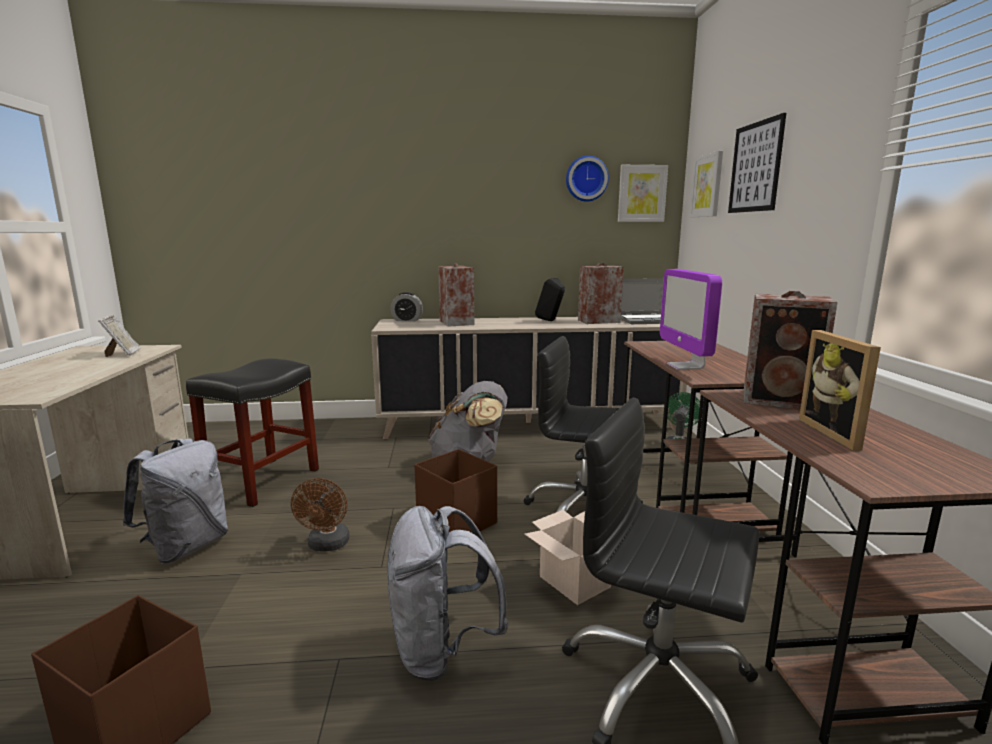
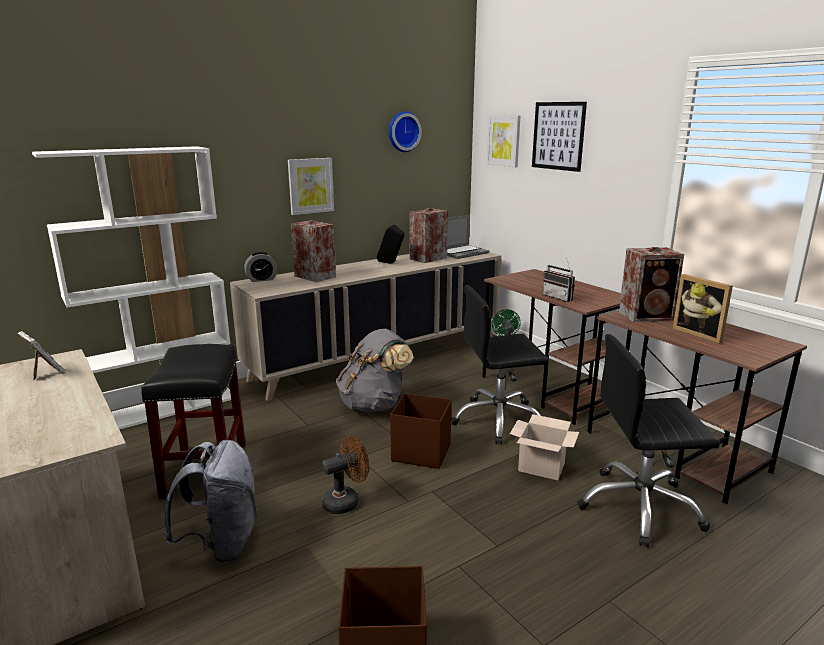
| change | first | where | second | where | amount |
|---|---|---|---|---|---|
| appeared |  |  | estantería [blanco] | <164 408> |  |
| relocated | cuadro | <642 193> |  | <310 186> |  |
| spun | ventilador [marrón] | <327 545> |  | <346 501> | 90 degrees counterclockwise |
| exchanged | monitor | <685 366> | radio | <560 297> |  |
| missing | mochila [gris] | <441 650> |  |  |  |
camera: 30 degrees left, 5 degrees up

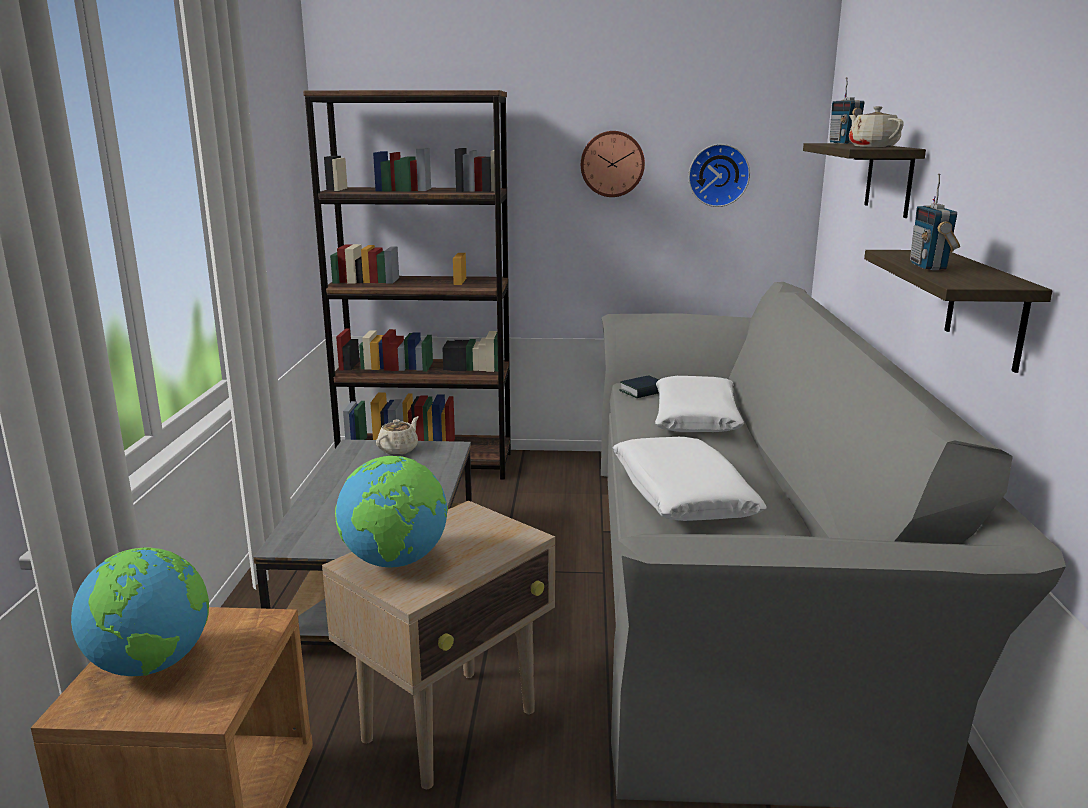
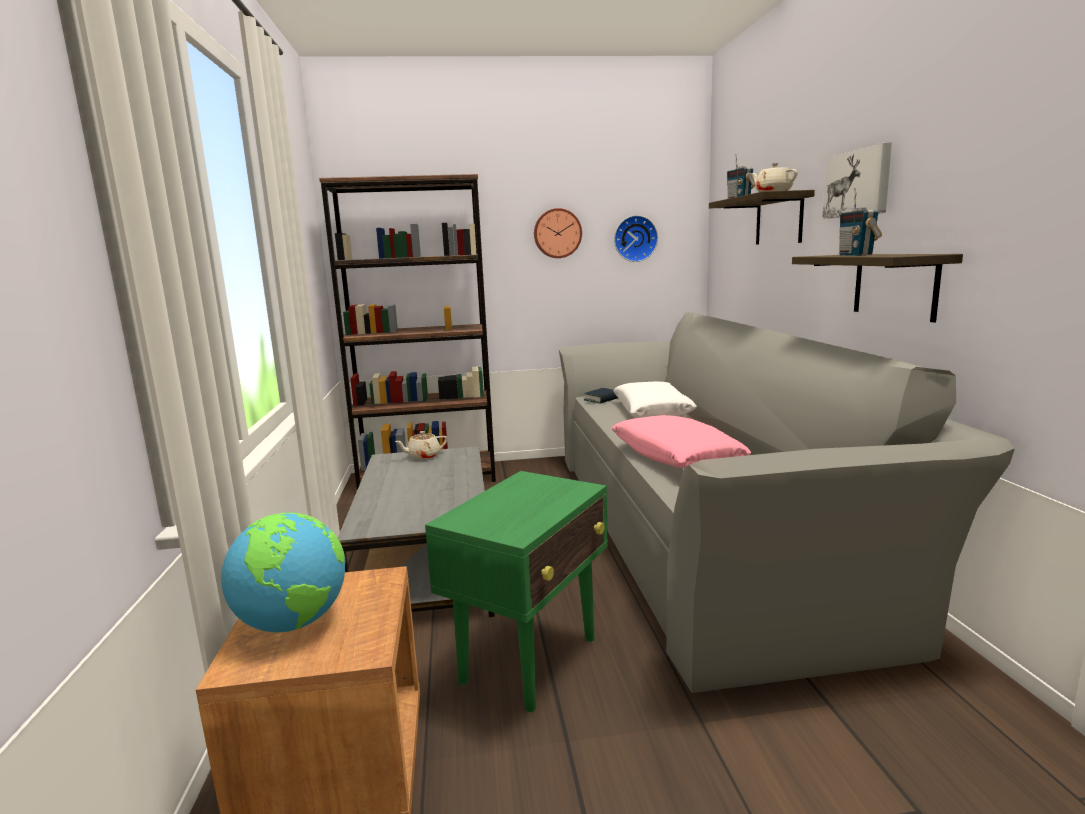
| change | first | where | second | where | amount |
|---|---|---|---|---|---|
| spun | tetera [beis] | <399 449> |  | <423 456> | 135 degrees counterclockwise |
| colour | mesa auxiliar [beis] | <452 725> | mesa auxiliar [verde] | <531 660> |  |
| colour | cojín [blanco] | <681 495> | cojín [rosa] | <675 455> |  |
| appeared |  |  | cuadro | <858 183> |  |
| missing | globo terráqueo | <395 561> |  |  |  |
camera: 10 degrees left, 5 degrees down

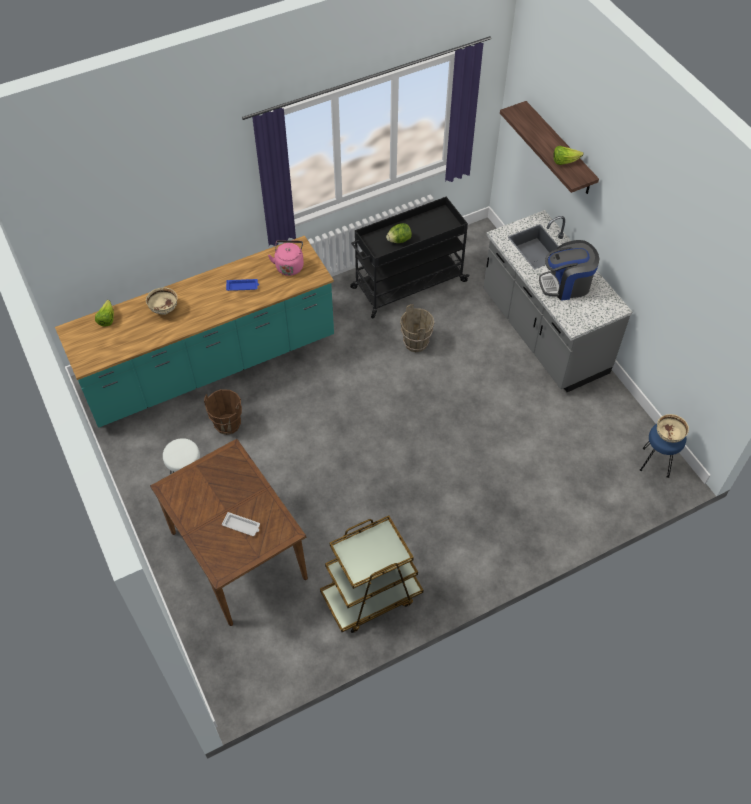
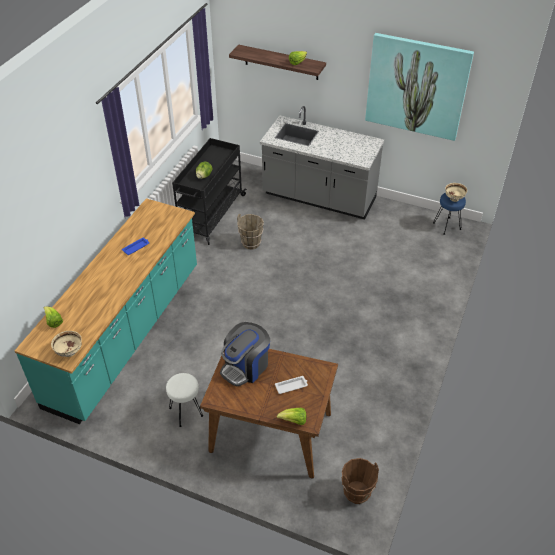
| change | first | where | second | where | amount |
|---|---|---|---|---|---|
| relocated | cuenco [beis] | <164 309> |  | <69 352> |  |
| relocated | cafetera | <566 284> |  | <245 366> |  |
| appeared |  |  | lechuga | <294 421> |  |
| relocated | cubo [marrón] | <228 424> |  | <356 492> |  |
| appeared |  |  | cuadro | <417 86> |  |
| missing | hervidor [rosa] | <289 266> |  |  |  |
| missing | carrito [marrón] | <371 596> |  |  |  |
camera: 40 degrees left, 10 degrees down

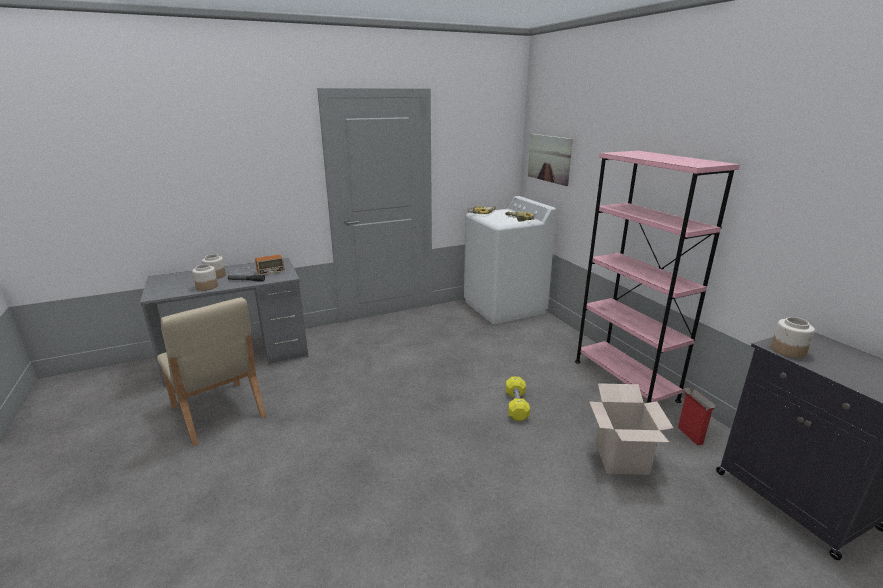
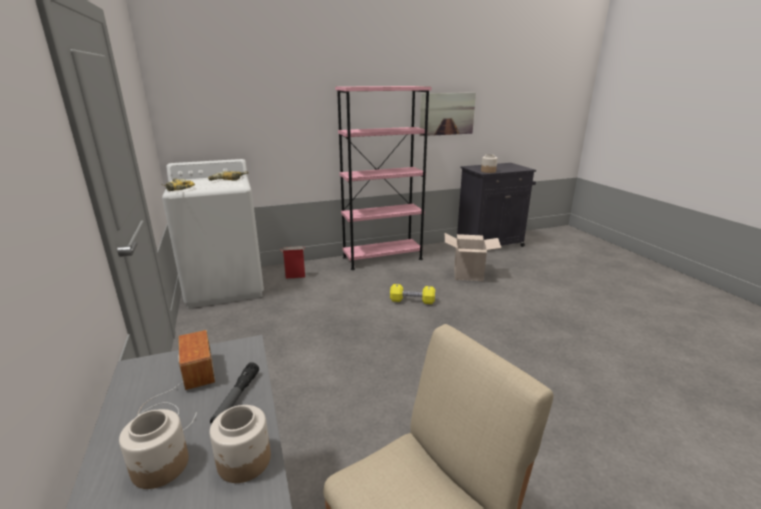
| change | first | where | second | where | amount |
|---|---|---|---|---|---|
| relocated | caja de cartón | <689 435> |  | <295 277> |  |
| relocated | cuadro | <549 158> |  | <447 114> |  |
camera: 85 degrees left, 0 degrees up

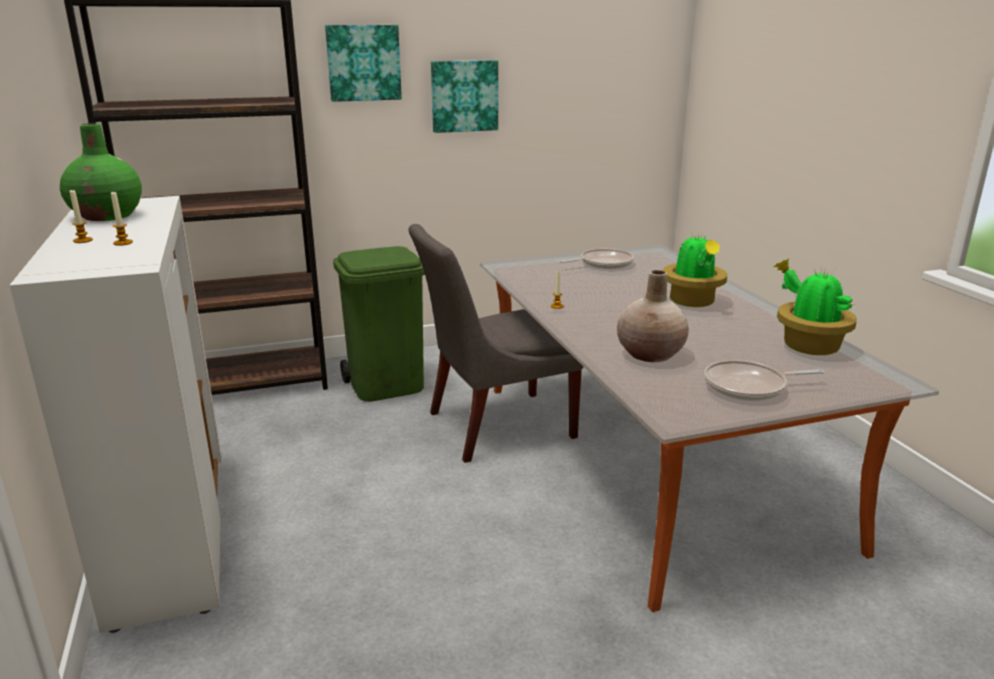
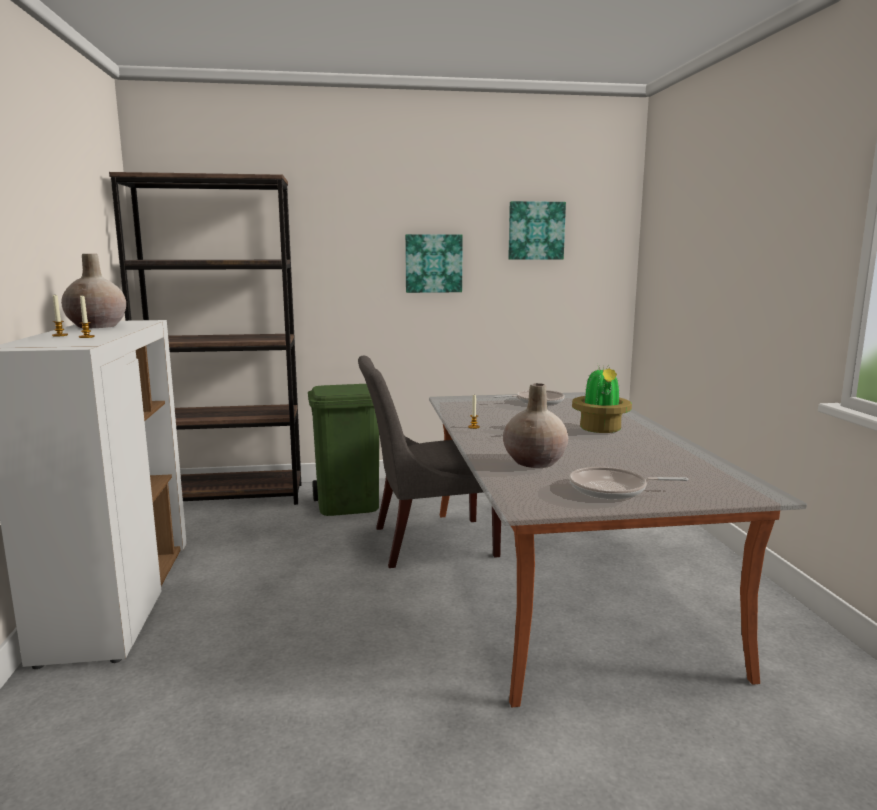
| change | first | where | second | where | amount |
|---|---|---|---|---|---|
| colour | florero [verde] | <108 216> | florero [beis] | <97 326> |  |
| relocated | cuadro | <363 63> |  | <536 231> |  |
| missing | planta en maceta | <808 346> |  |  |  |
camera: 10 degrees right, 10 degrees down

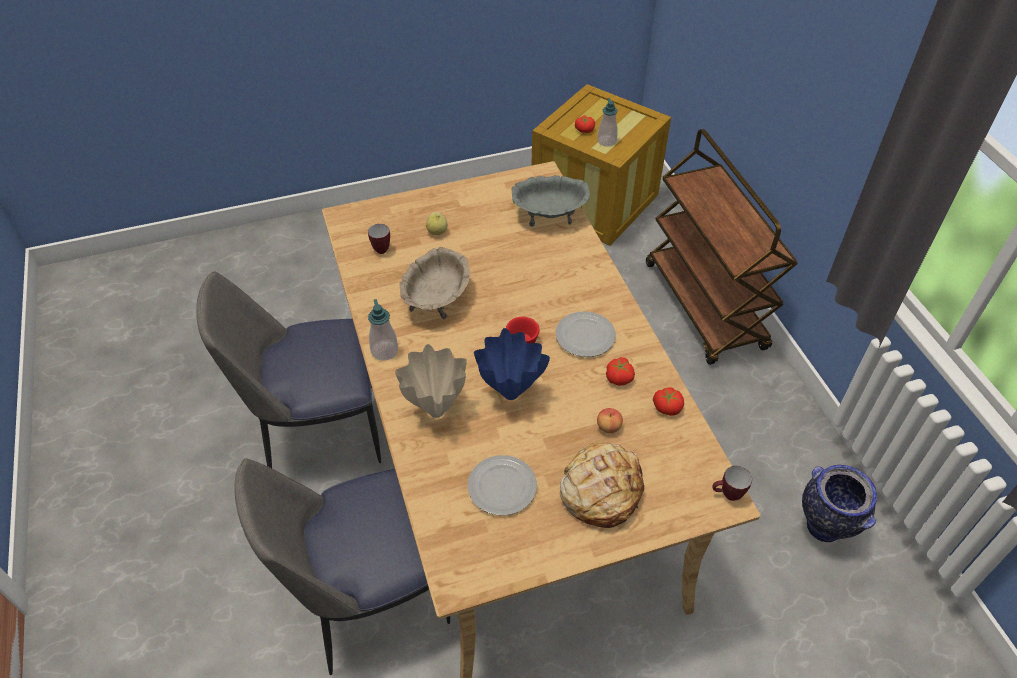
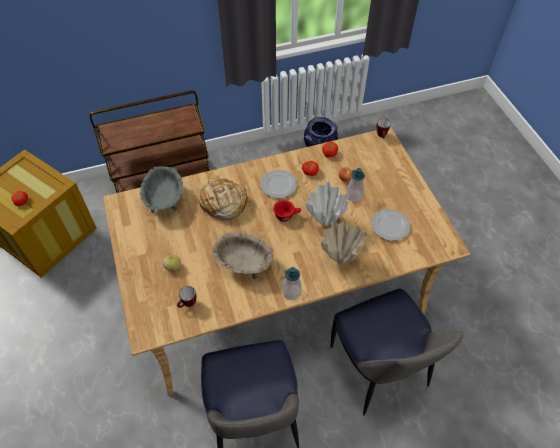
| change | first | where | second | where | amount |
|---|---|---|---|---|---|
| relocated | pan | <600 491> |  | <223 204> |  |
| colour | florero [azul] | <509 394> | florero [blanco] | <324 223> |  |
| relocated | dispensador de jabón | <606 141> |  | <354 196> |  |
camera: 90 degrees left, 5 degrees up

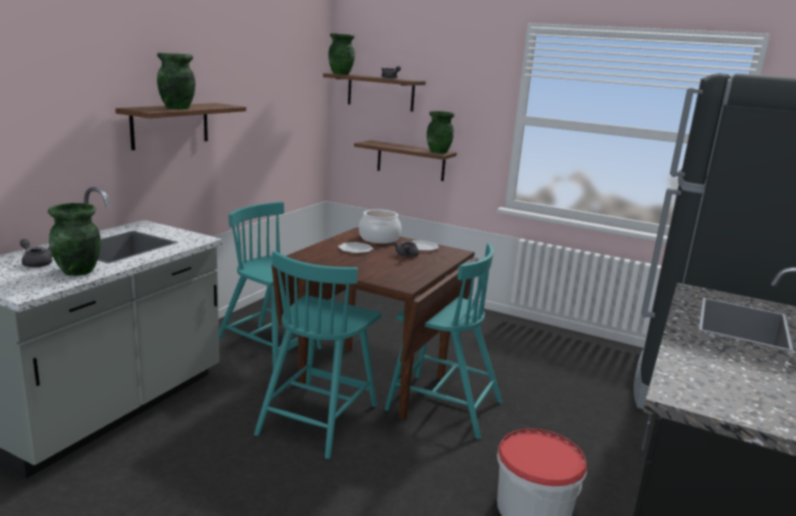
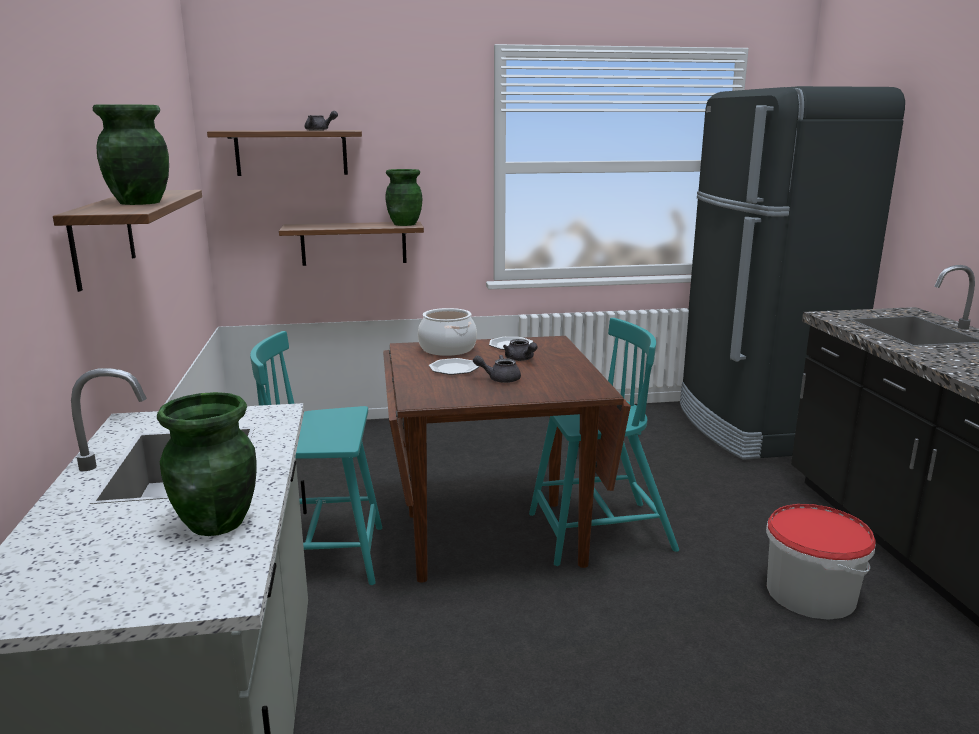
| change | first | where | second | where | amount |
|---|---|---|---|---|---|
| relocated | tetera [gris] | <36 263> |  | <499 379> |  |
| missing | silla [turquesa] | <318 418> |  |  |  |
| missing | florero [verde] | <341 74> |  |  |  |
camera: 35 degrees left, 0 degrees up

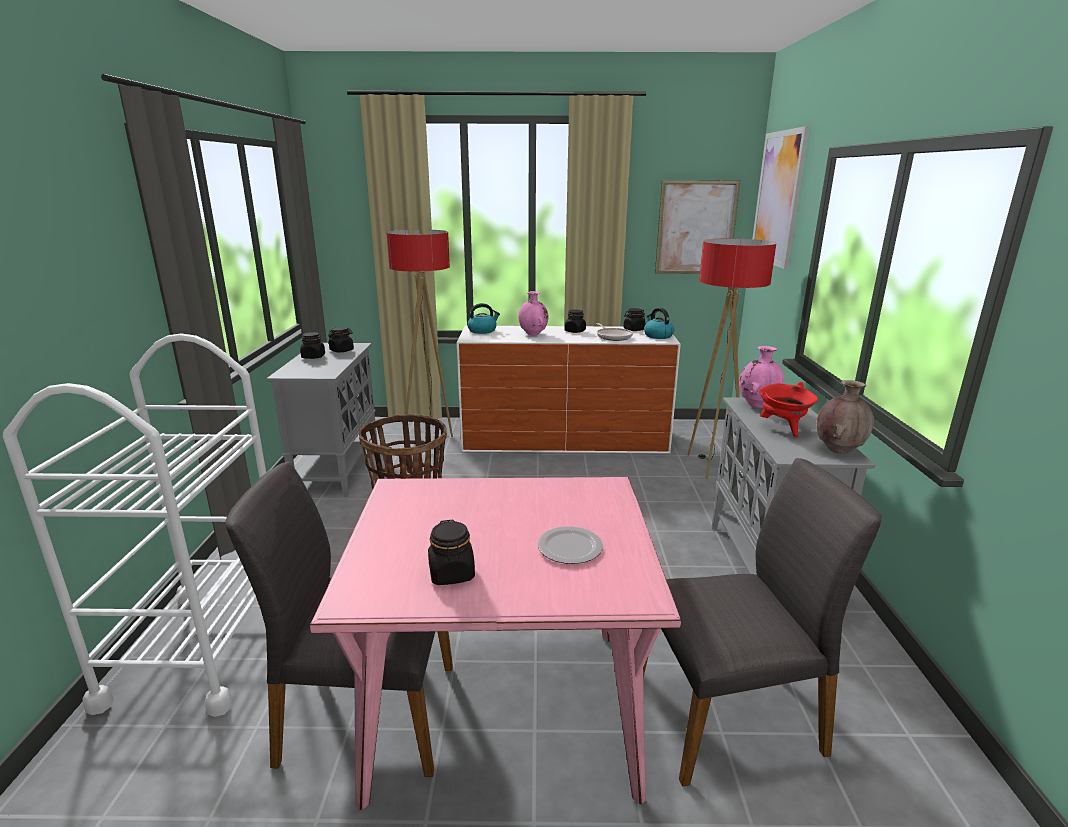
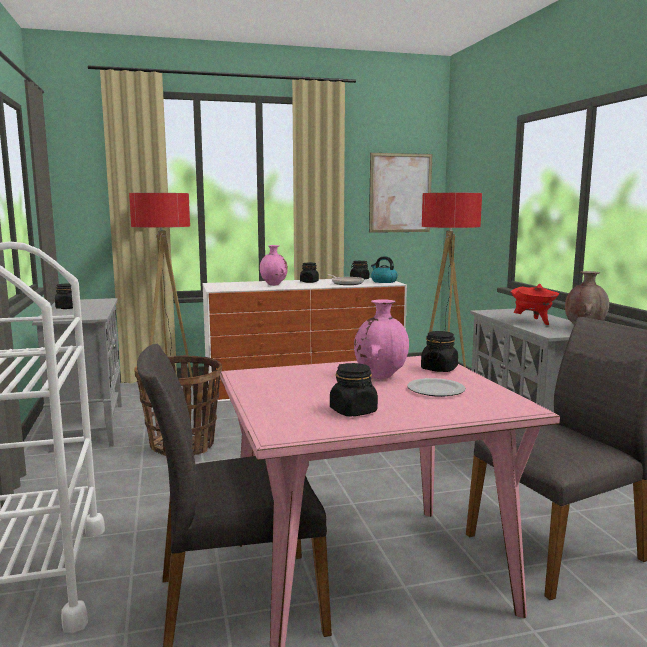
| change | first | where | second | where | amount |
|---|---|---|---|---|---|
| relocated | florero [rosa] | <757 405> |  | <380 376> |  |
| relocated | tarro [negro] | <342 350> |  | <439 369> |  |
| missing | hervidor | <482 331> |  |  |  |
| missing | cuadro | <778 198> |  |  |  |
camera: 15 degrees left, 10 degrees down

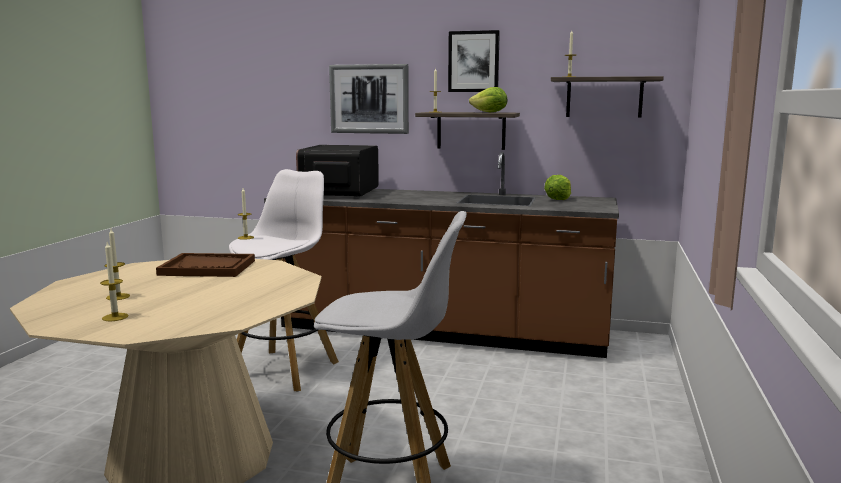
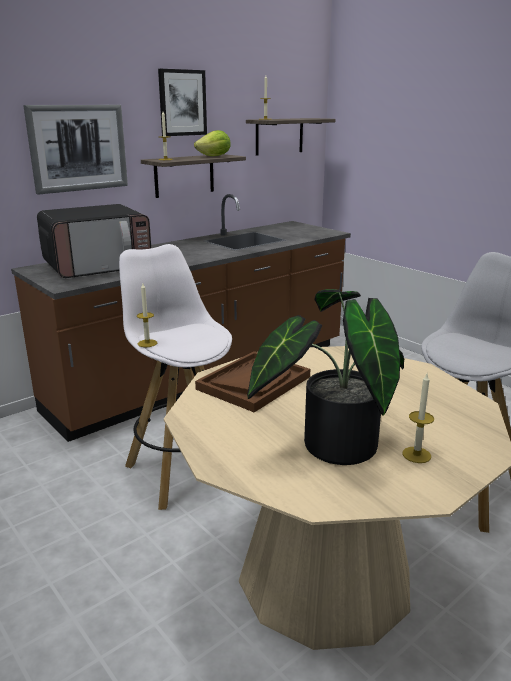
| change | first | where | second | where | amount |
|---|---|---|---|---|---|
| spun | microondas | <339 193> |  | <98 266> | 75 degrees counterclockwise |
| exchanged | vela | <118 297> | planta en maceta | <330 444> |  |
| missing | lechuga | <558 199> |  |  |  |
camera: 55 degrees left, 10 degrees up

